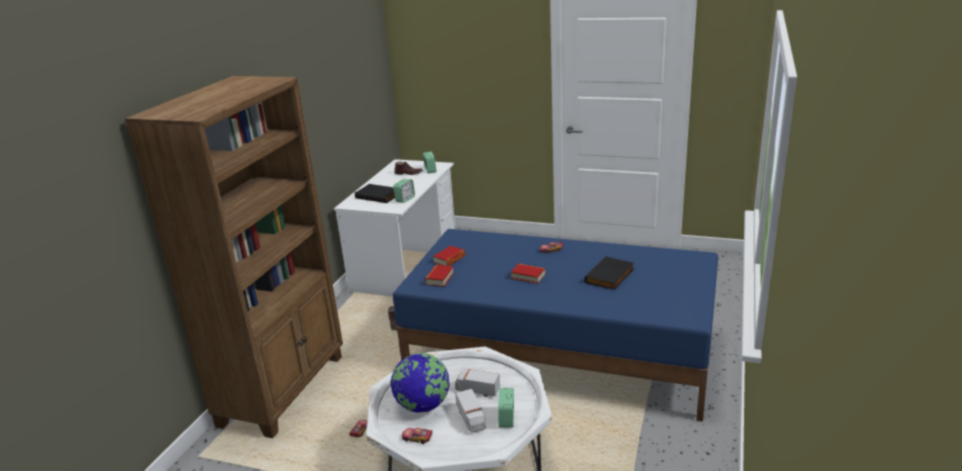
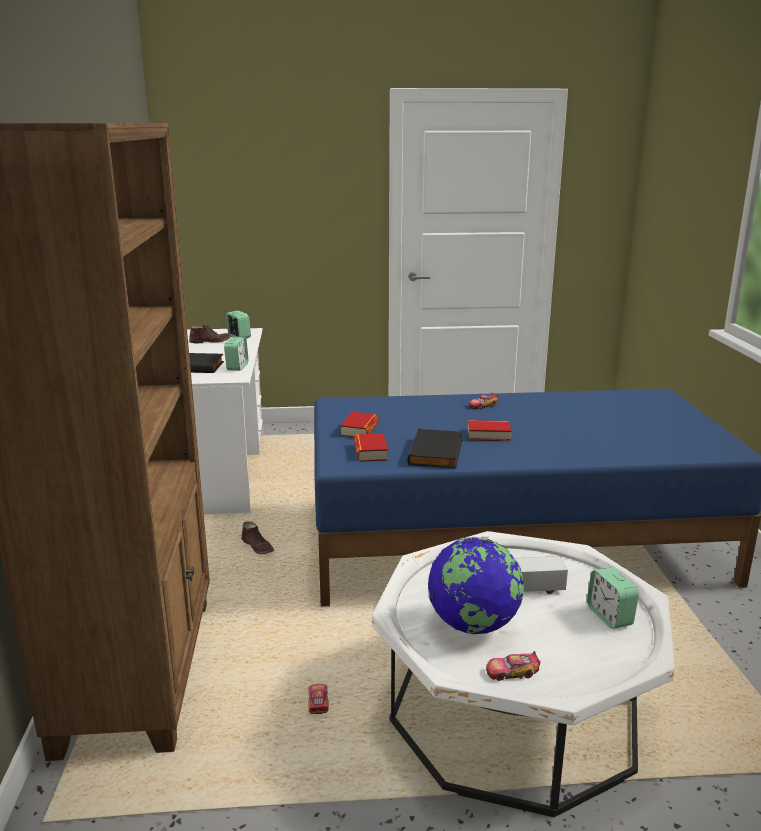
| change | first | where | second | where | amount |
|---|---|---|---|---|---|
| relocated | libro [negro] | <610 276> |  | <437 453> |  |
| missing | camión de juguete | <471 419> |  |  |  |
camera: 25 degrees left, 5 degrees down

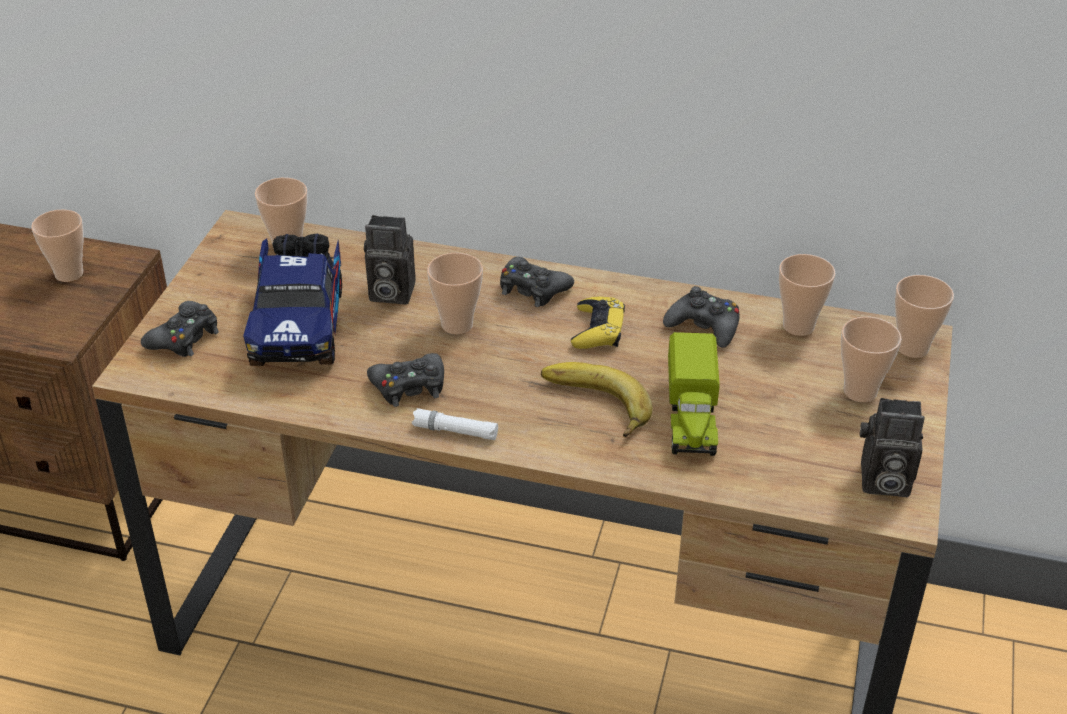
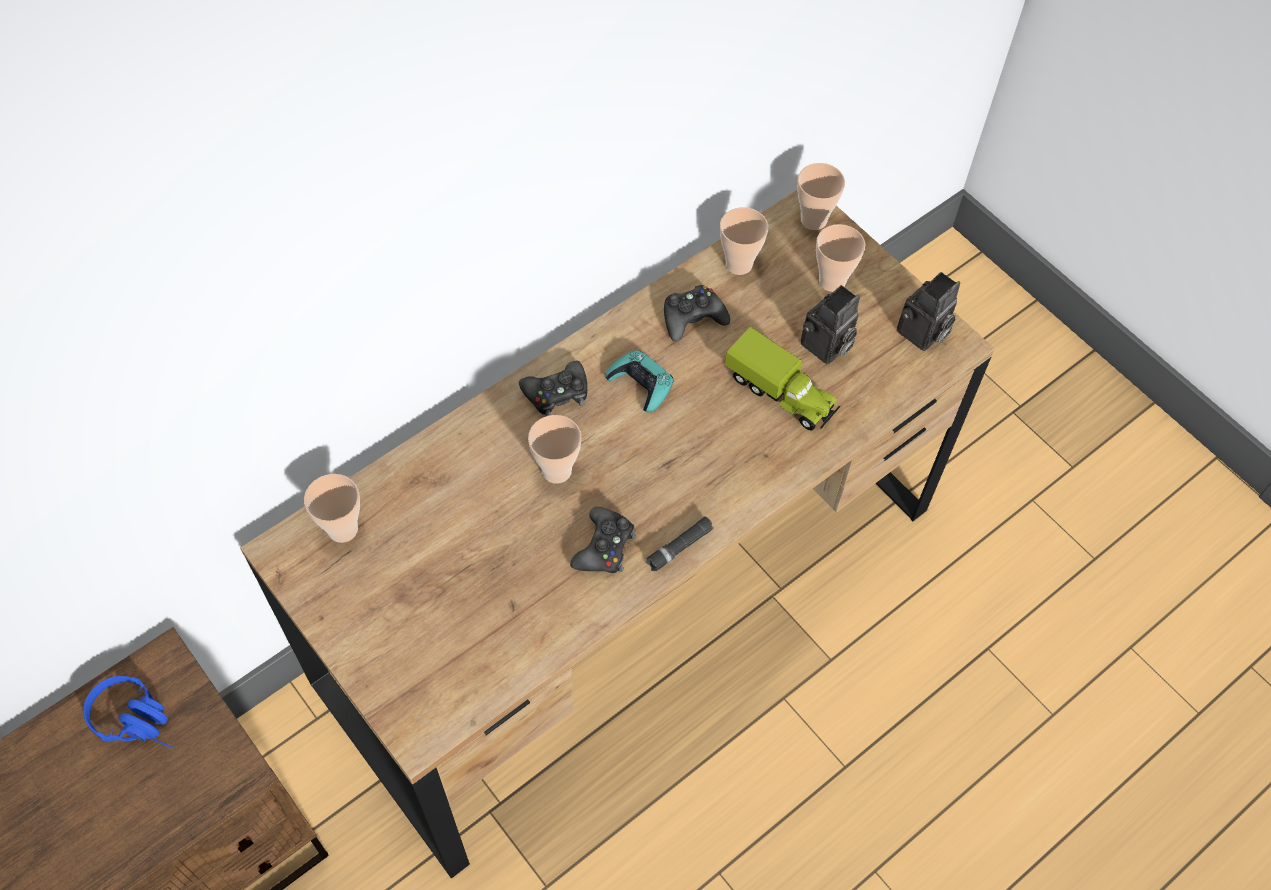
| change | first | where | second | where | amount |
|---|---|---|---|---|---|
| exchanged | taza | <69 274> | auriculares [azul] | <140 721> |  |
| colour | mando de consola [amarillo] | <597 330> | mando de consola [turquesa] | <641 384> |  |
| colour | linterna [blanco] | <455 431> | linterna [negro] | <679 547> |  |
| relocated | cámara | <388 293> |  | <826 347> |  |
| missing | mando de consola [negro] | <184 338> |  |  |  |
| missing | camión de juguete | <299 321> |  |  |  |
| missing | plátano | <593 406> |  |  |  |
camera: 55 degrees left, 20 degrees up

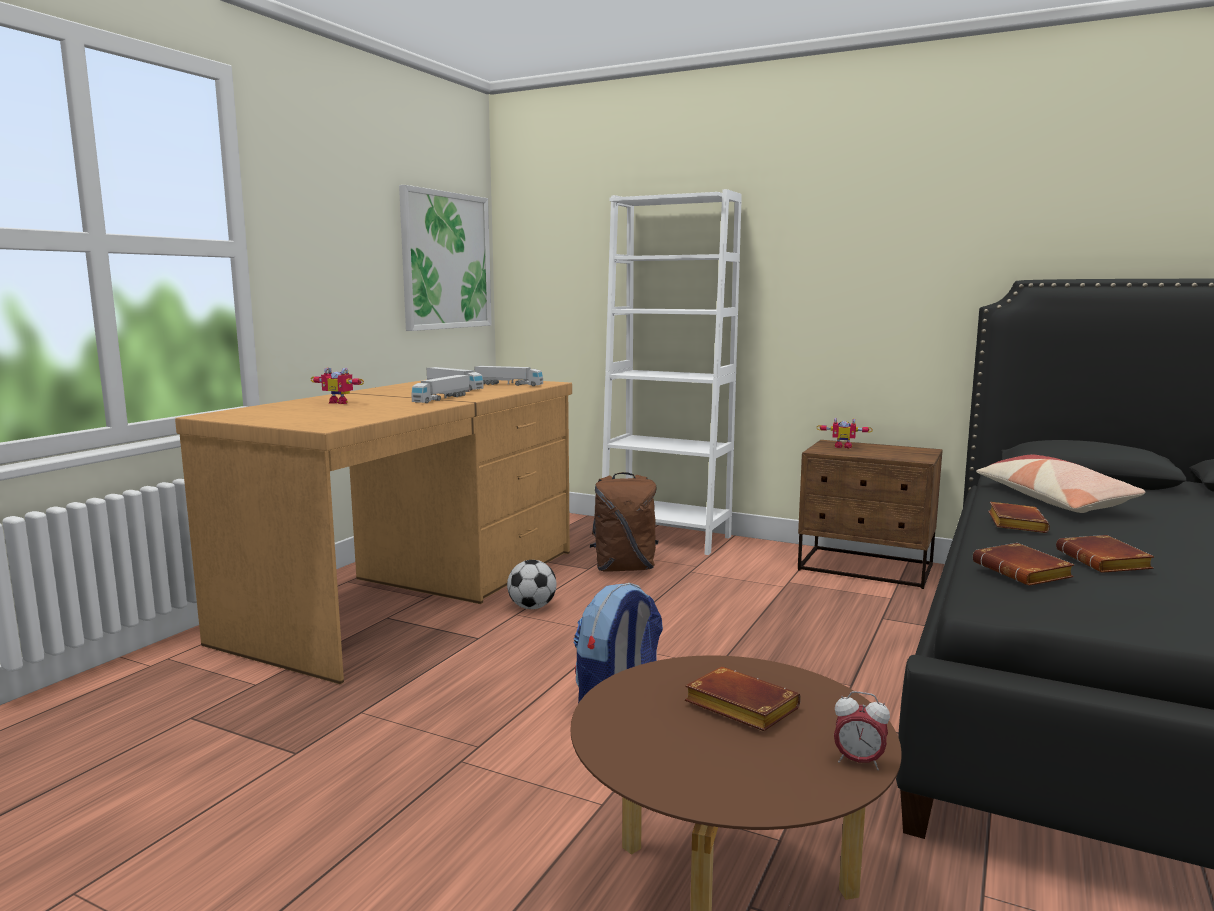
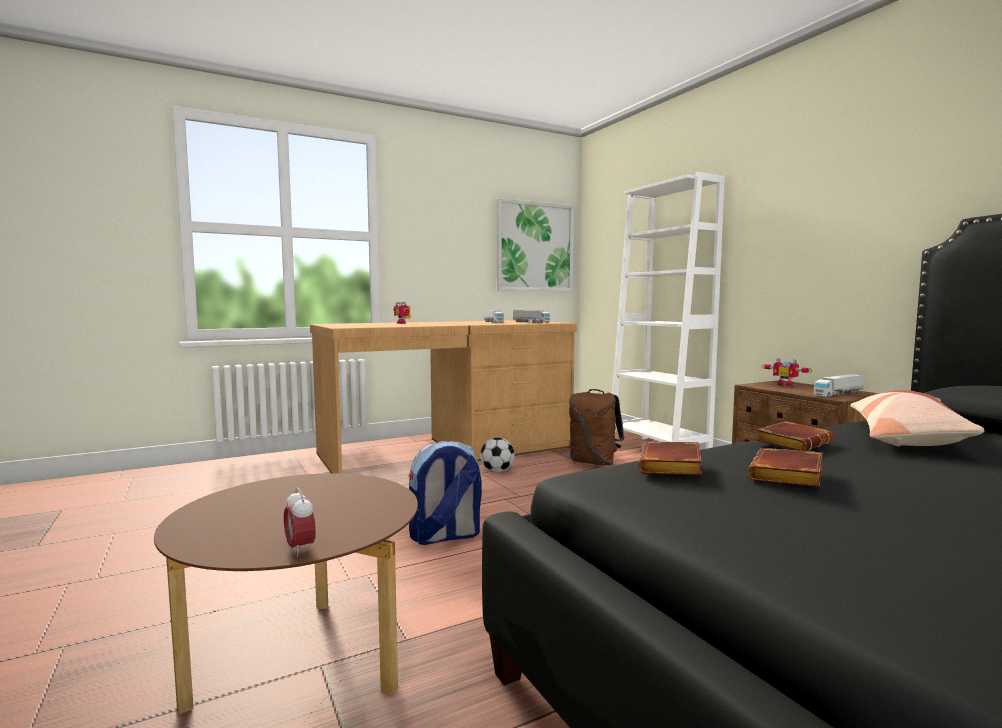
| change | first | where | second | where | amount |
|---|---|---|---|---|---|
| relocated | camión de juguete | <442 398> |  | <838 394> |  |
| missing | libro [marrón] | <737 707> |  |  |  |
camera: 35 degrees right, 5 degrees down

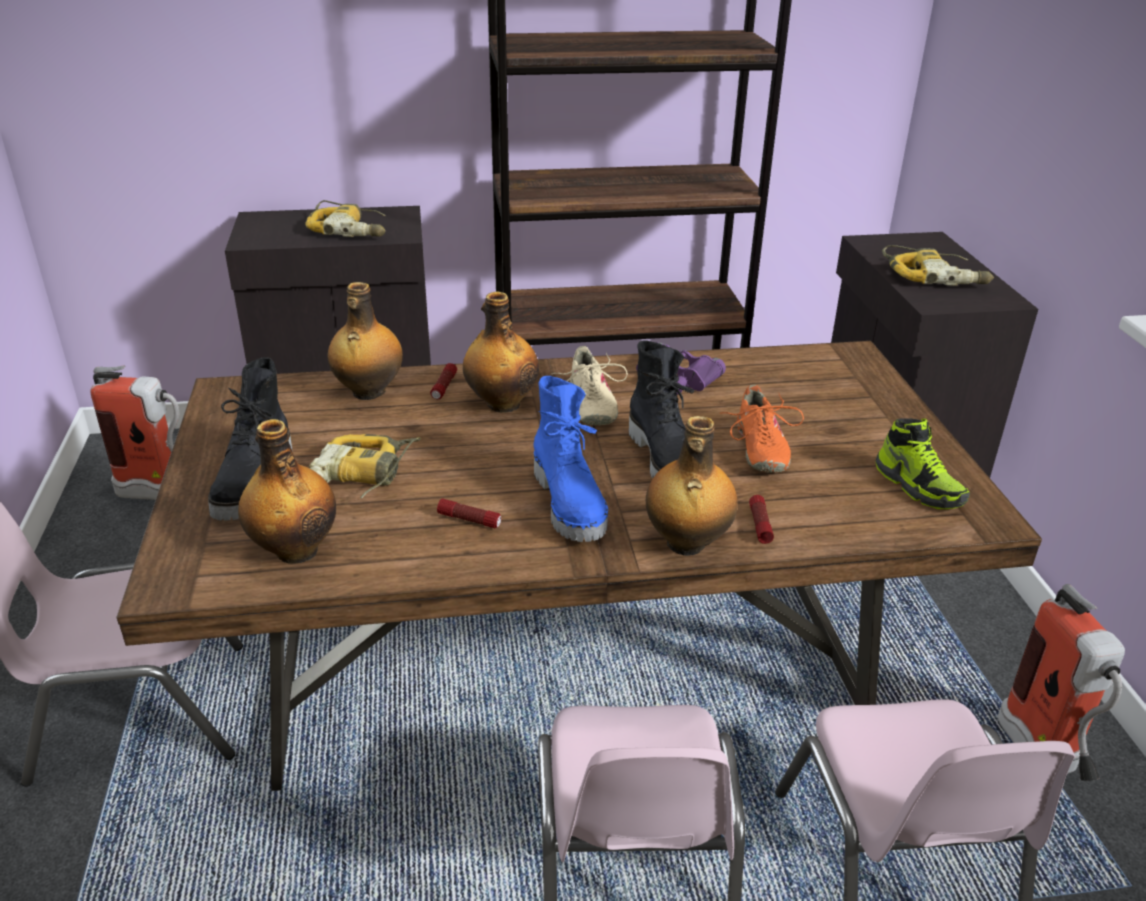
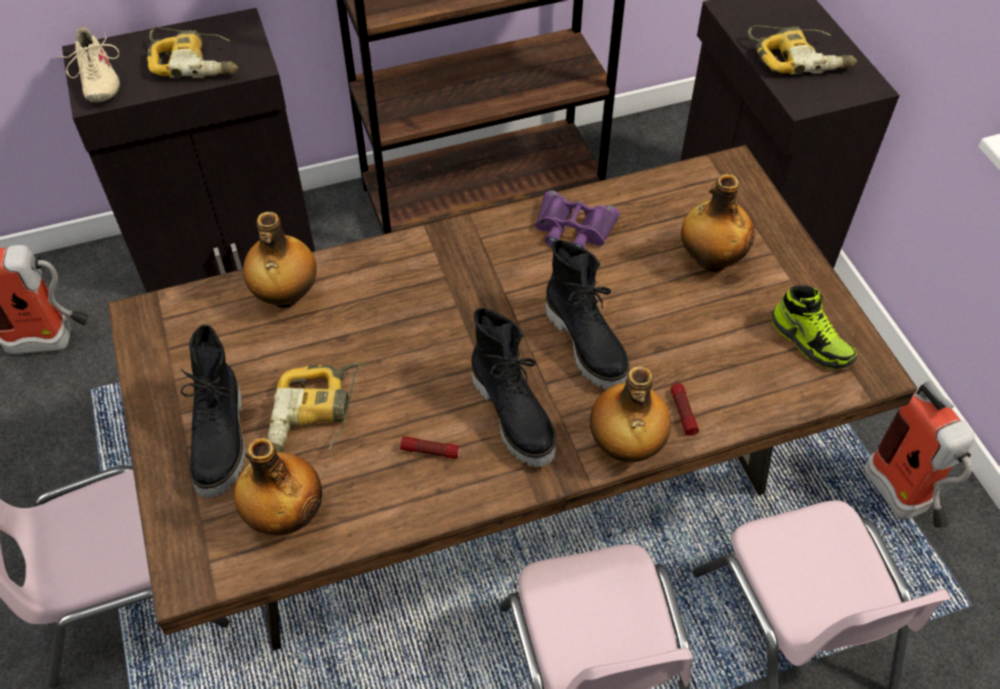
| change | first | where | second | where | amount |
|---|---|---|---|---|---|
| relocated | zapato [beis] | <590 406> |  | <97 80> |  |
| colour | bota [azul] | <570 504> | bota [negro] | <514 415> |  |
| relocated | botella | <501 403> |  | <710 259> |  |
| missing | linterna | <444 387> |  |  |  |
| missing | zapato [naranja] | <759 449> |  |  |  |
camera: 10 degrees left, 20 degrees up

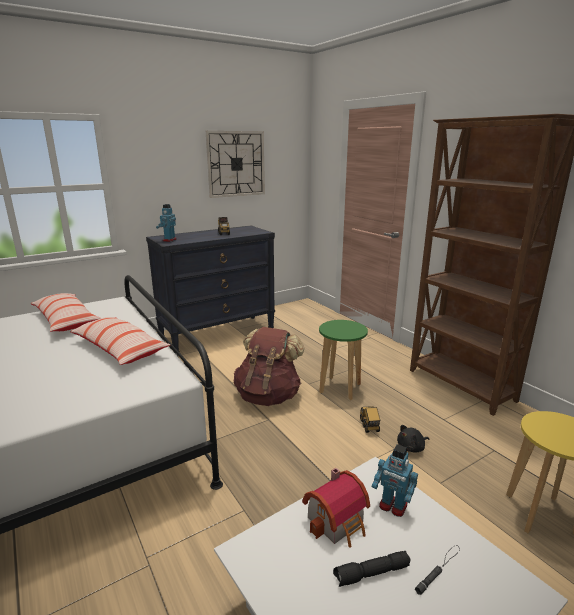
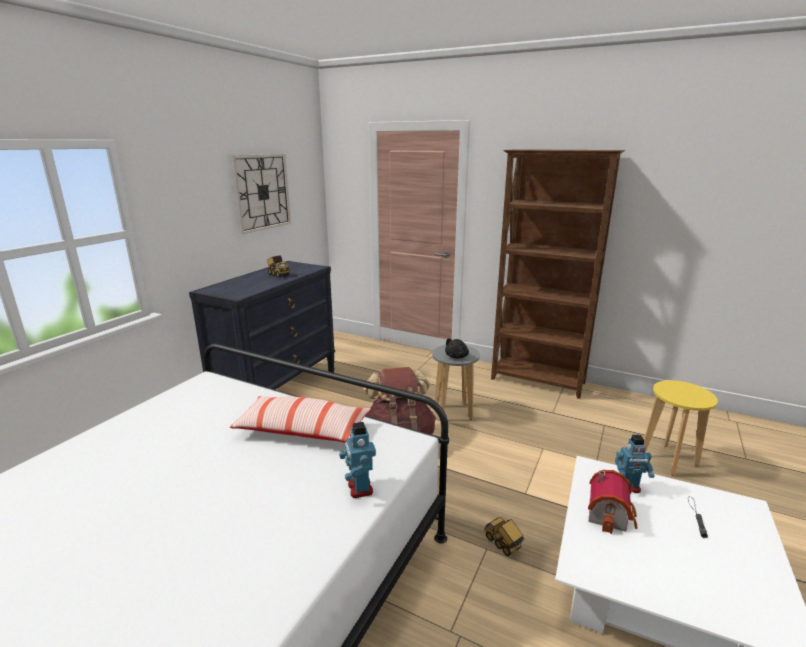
| change | first | where | second | where | amount |
|---|---|---|---|---|---|
| relocated | robot de juguete | <169 240> |  | <359 488> |  |
| colour | taburete [verde] | <340 388> | taburete [gris] | <453 412> |  |
| relocated | peluche [negro] | <412 447> |  | <457 356> |  |
| relocated | camión de juguete | <369 426> |  | <503 544> |  |
| missing | cojín | <66 320> |  |  |  |
| missing | linterna [negro] | <371 574> |  |  |  |
camera: 30 degrees left, 0 degrees up

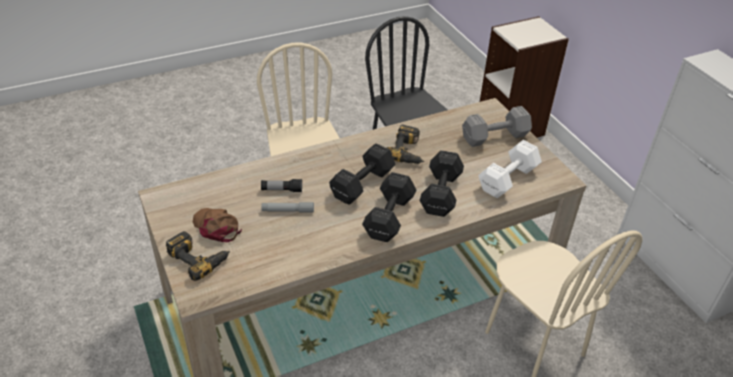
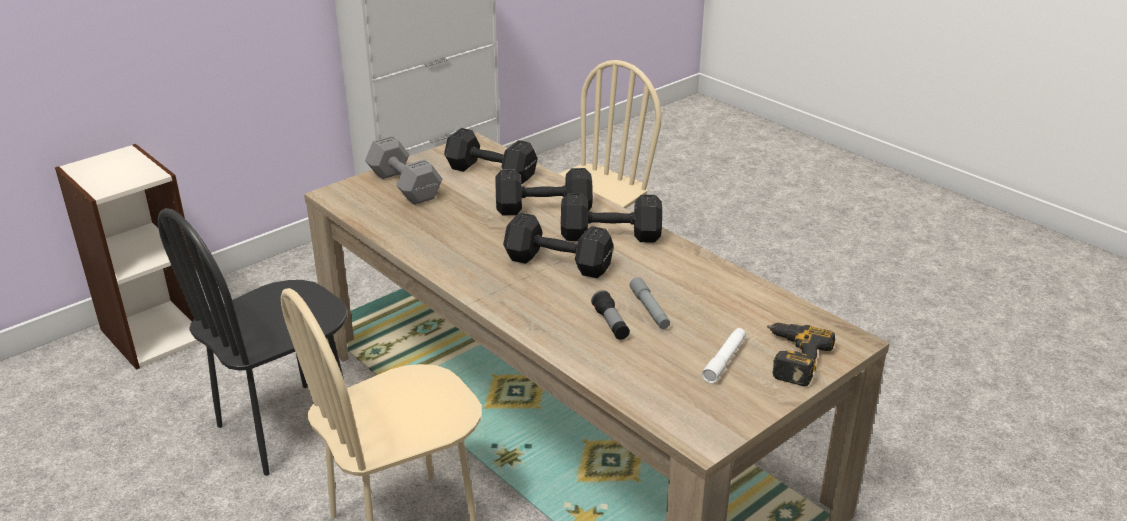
| change | first | where | second | where | amount |
|---|---|---|---|---|---|
| colour | mancuerna [blanco] | <506 180> | mancuerna [negro] | <492 173> |  |
| exchanged | gorra [marrón] | <216 227> | linterna [blanco] | <724 360> |  |
| missing | taladro | <408 152> |  |  |  |
camera: 105 degrees left, 10 degrees down

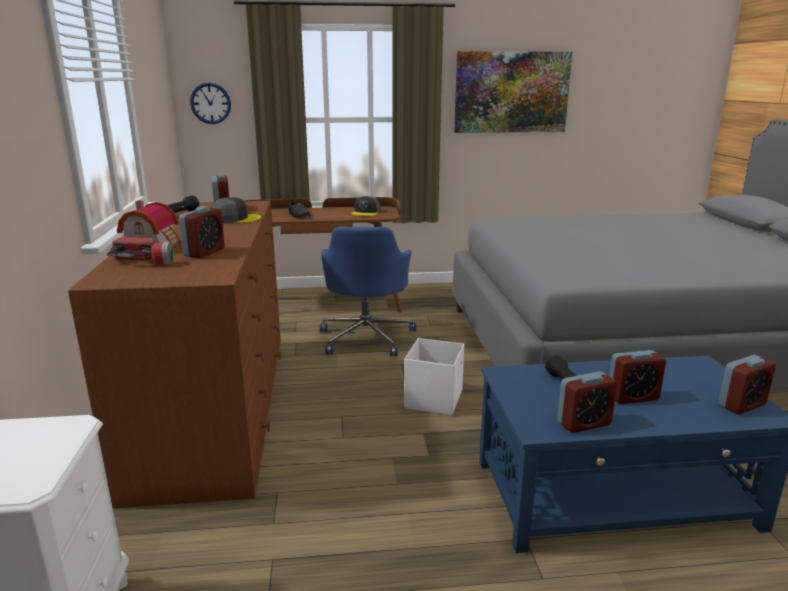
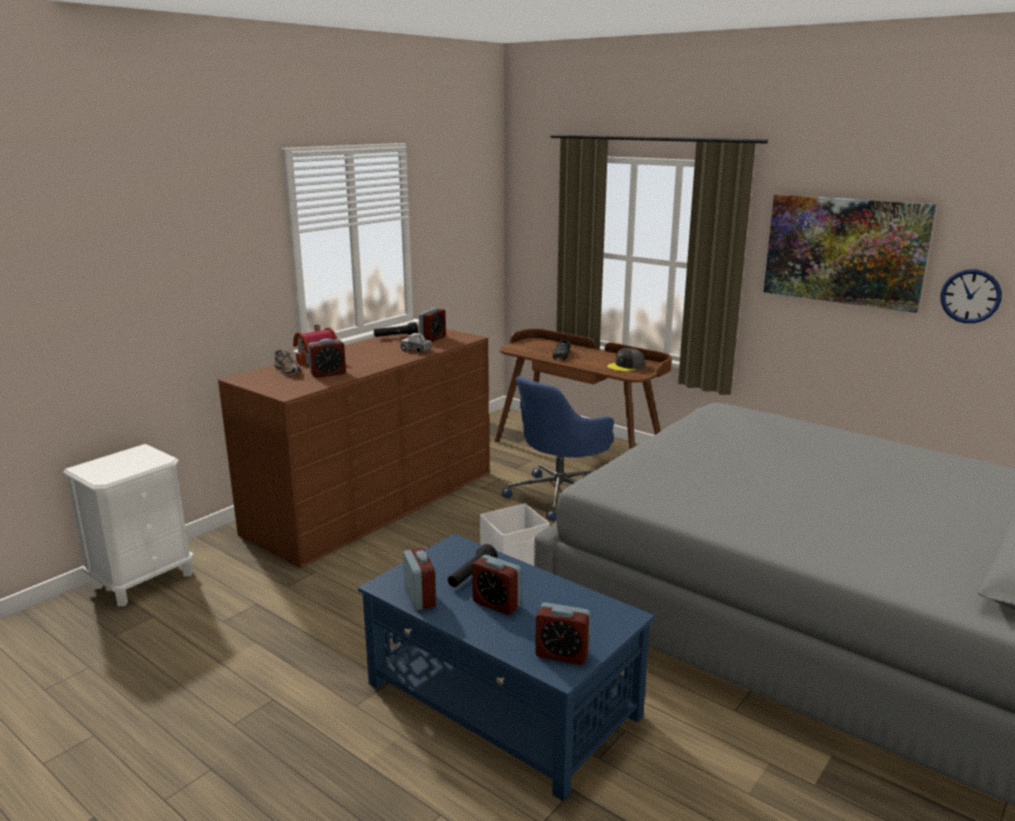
| change | first | where | second | where | amount |
|---|---|---|---|---|---|
| exchanged | linterna | <145 261> | zapato | <287 371> |  |
| exchanged | gorra [gris] | <235 219> | camión de juguete | <416 350> |  |
| spun | despertador | <584 423> |  | <419 598> | 135 degrees counterclockwise |
| relocated | reloj de pared | <210 103> |  | <970 296> |  |
camera: 45 degrees right, 0 degrees up

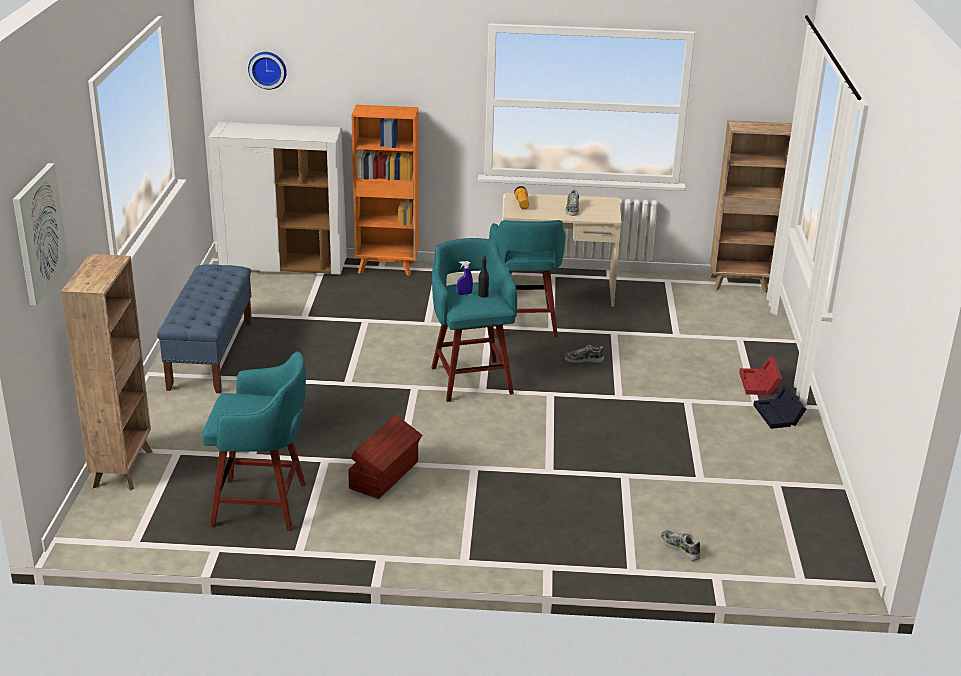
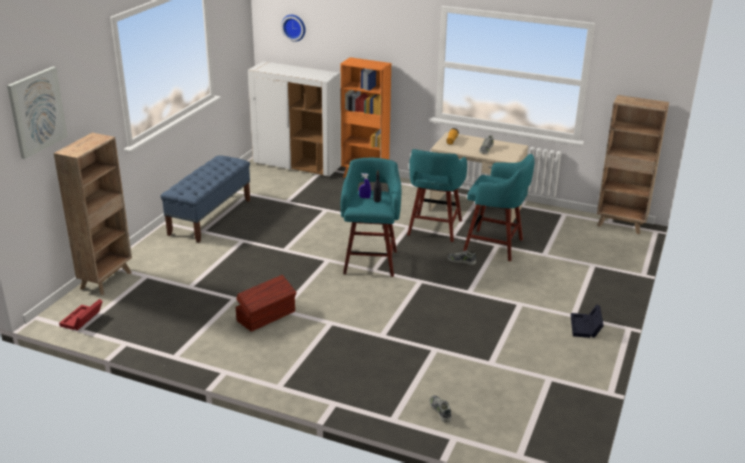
| change | first | where | second | where | amount |
|---|---|---|---|---|---|
| relocated | caja de almacenaje [rojo] | <759 384> |  | <82 320> |  |
| relocated | taburete [turquesa] | <263 505> |  | <495 246> |  |
camera: 20 degrees right, 0 degrees up

